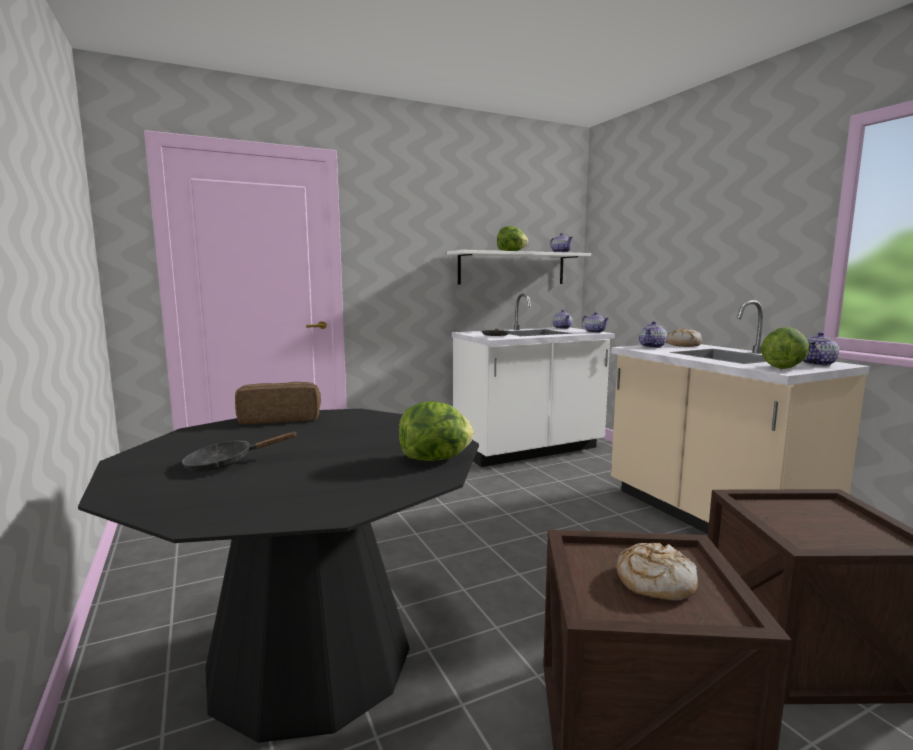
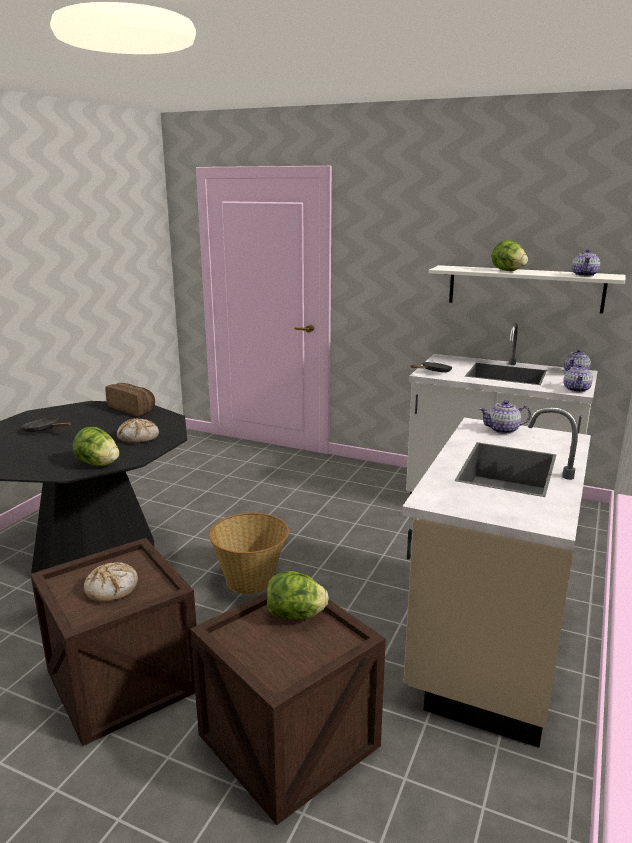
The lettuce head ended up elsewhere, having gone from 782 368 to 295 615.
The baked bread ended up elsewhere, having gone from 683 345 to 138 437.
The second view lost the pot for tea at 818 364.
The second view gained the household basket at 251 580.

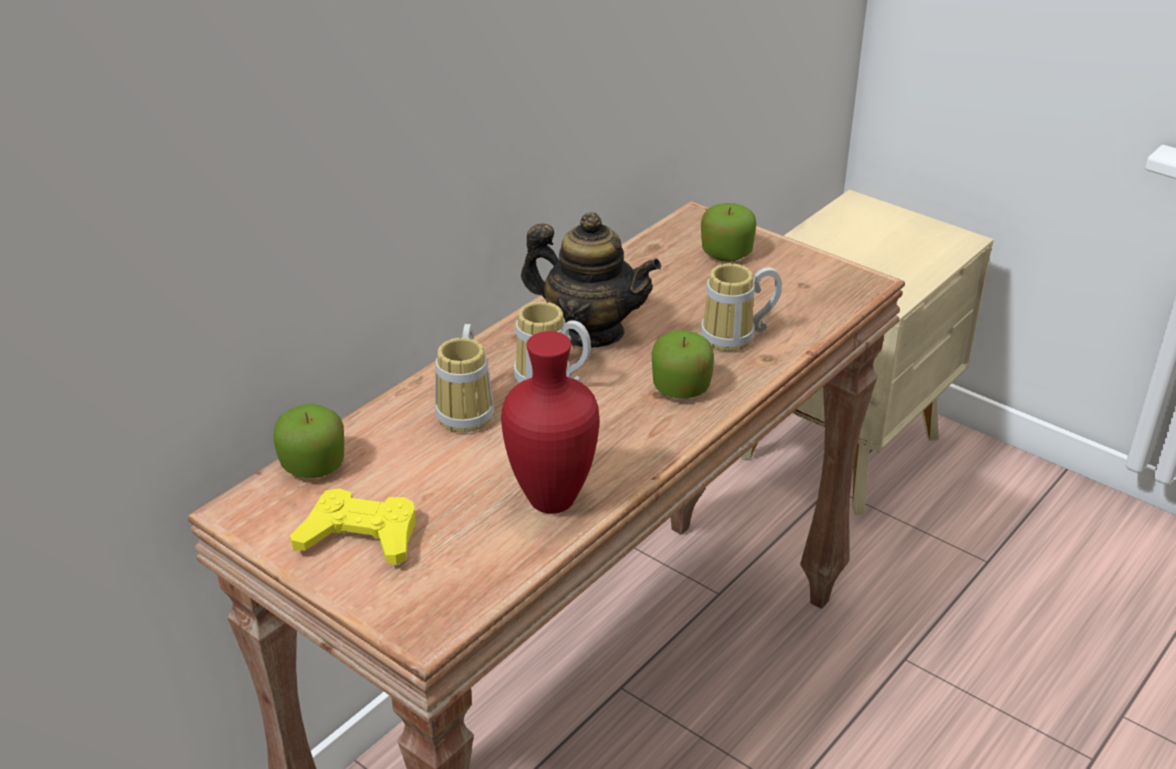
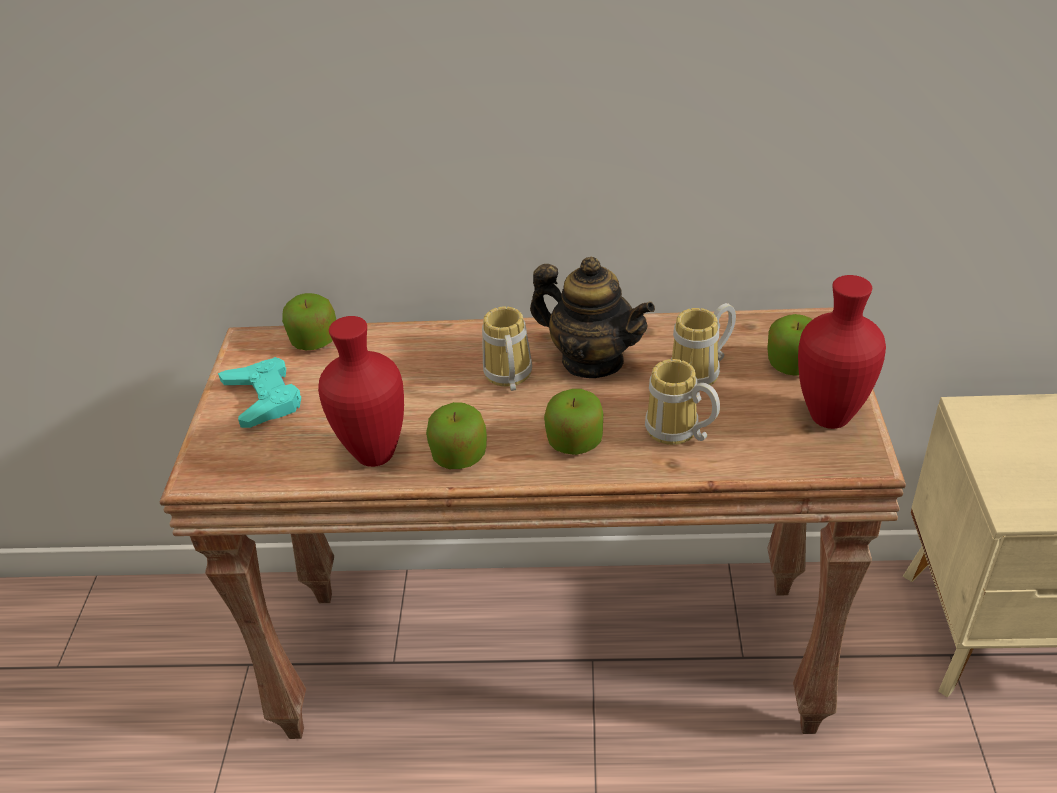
The pot for tea at 590 331 ended up facing another way, 45 degrees counterclockwise from before.
The coffee mug ended up elsewhere, having gone from 469 411 to 701 373.
What was the joypad (yellow-coloured) at 360 536 turned into the joypad (turquoise) at 264 398.
The second view gained the decorative vase (red) at 832 416.
The second view gained the whole apple at 459 455.

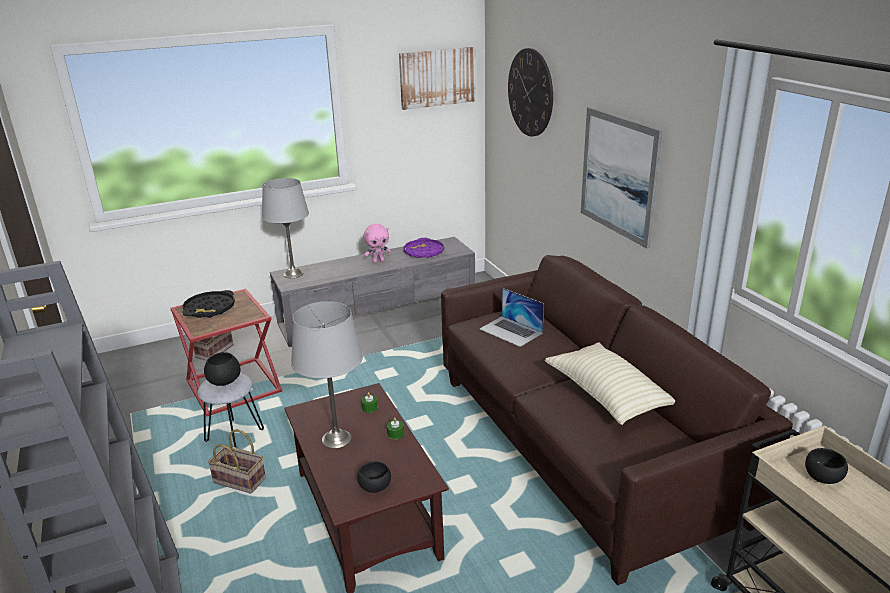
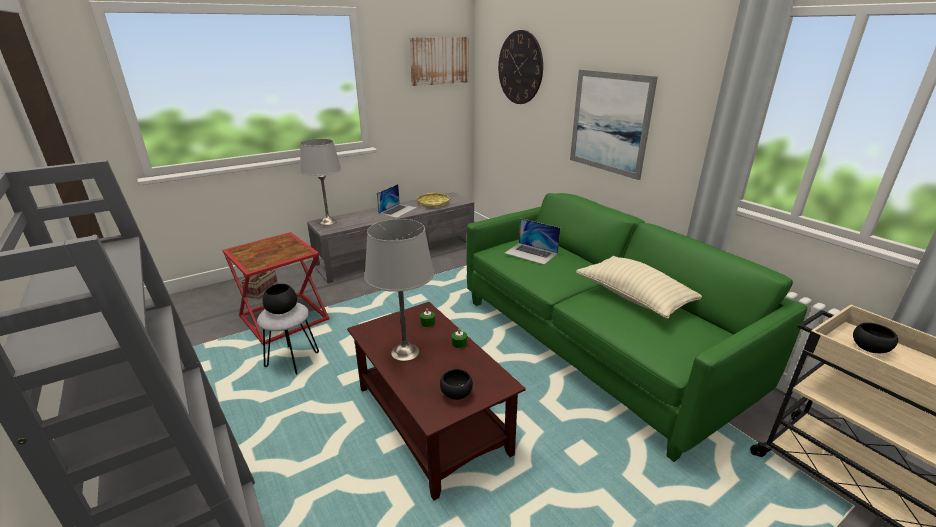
Where the cuddly toy (pink-coloured) stood at 378 261, the notebook computer came to stand at 398 210.
What was the tray (purple) at 424 252 turned into the tray (yellow-coloured) at 433 203.
What was the sofa (brown) at 580 447 turned into the sofa (green) at 595 346.
The second view lost the tray (black-coloured) at 209 309.
The second view lost the household basket at 241 480.

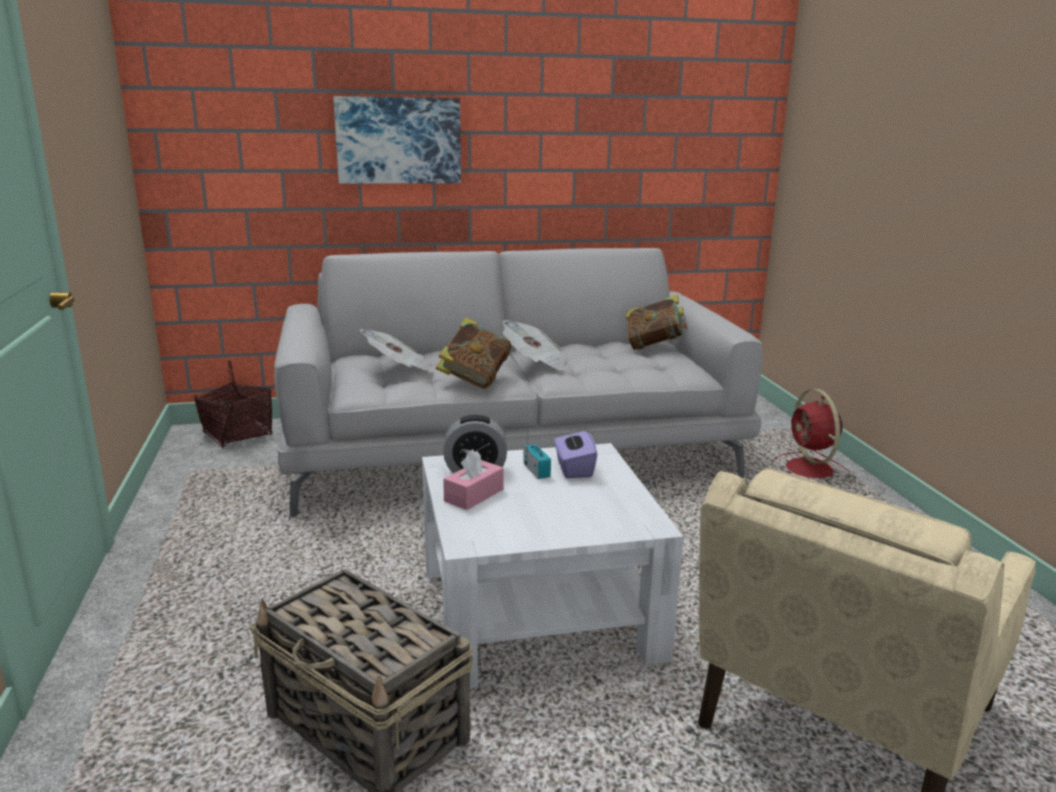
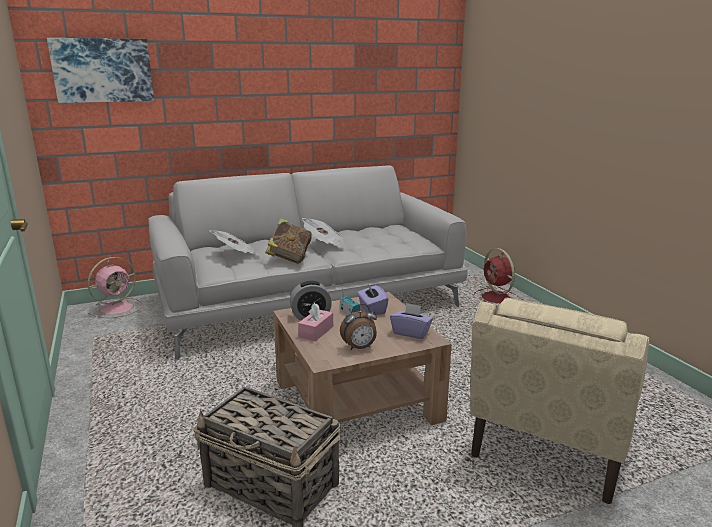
The picture ended up elsewhere, having gone from 398 140 to 103 70.
The second view lost the bound book at 654 346.
Where the household basket stood at 238 434, the fan (pink-coloured) came to stand at 118 308.
What was the coffee table (white-coloured) at 537 611 turned into the coffee table (brown) at 356 401.
The second view gained the box of tissues (purple) at 411 333.
The second view gained the table clock at 359 348.

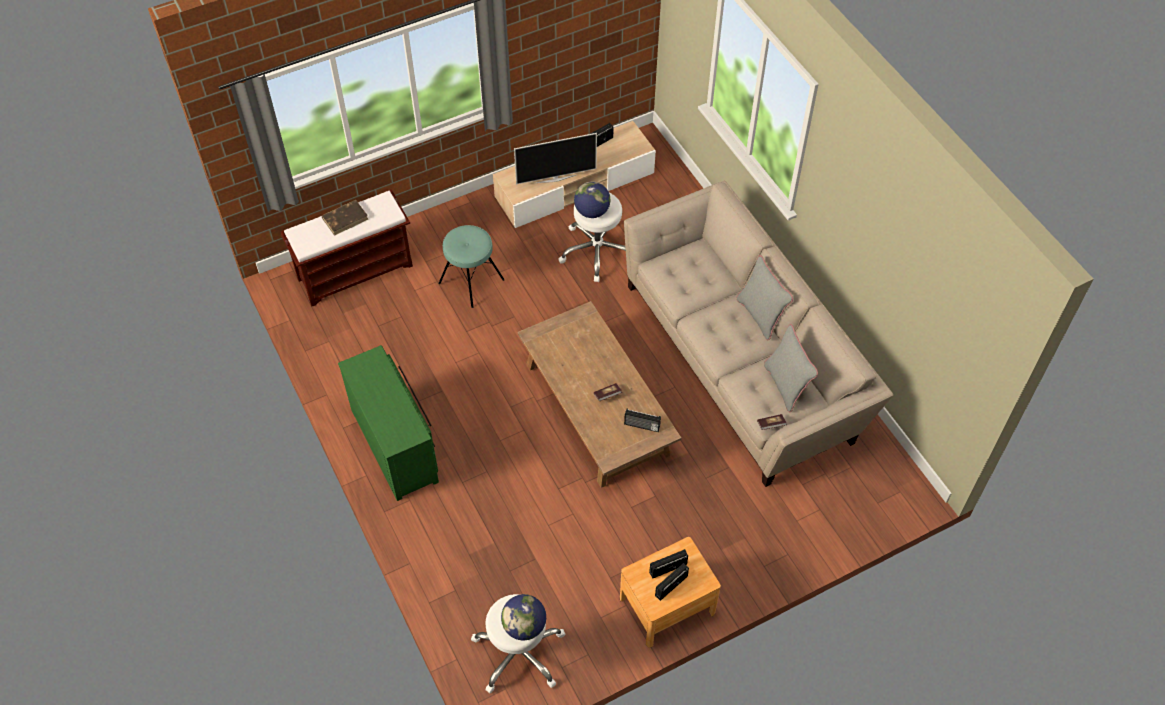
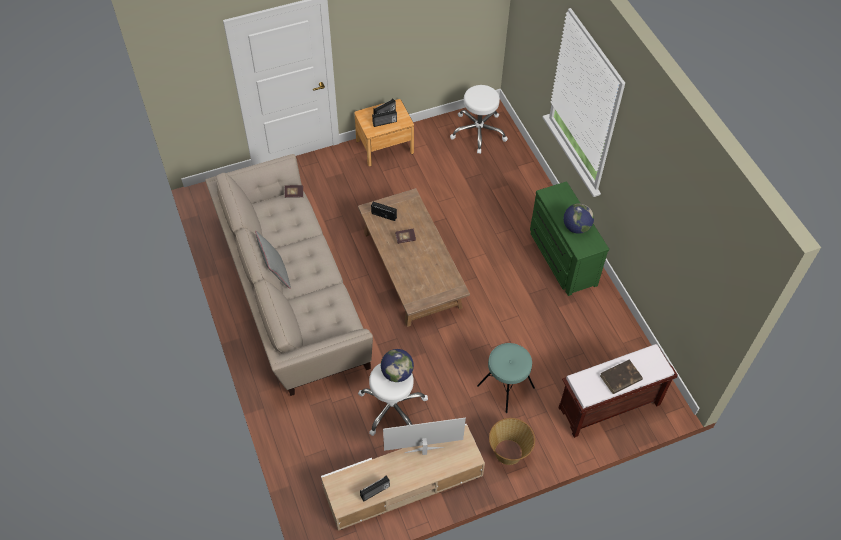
The second view lost the throw pillow (grey) at 786 385.
The desk globe ended up elsewhere, having gone from 524 626 to 576 227.
The second view gained the household basket at 509 452.

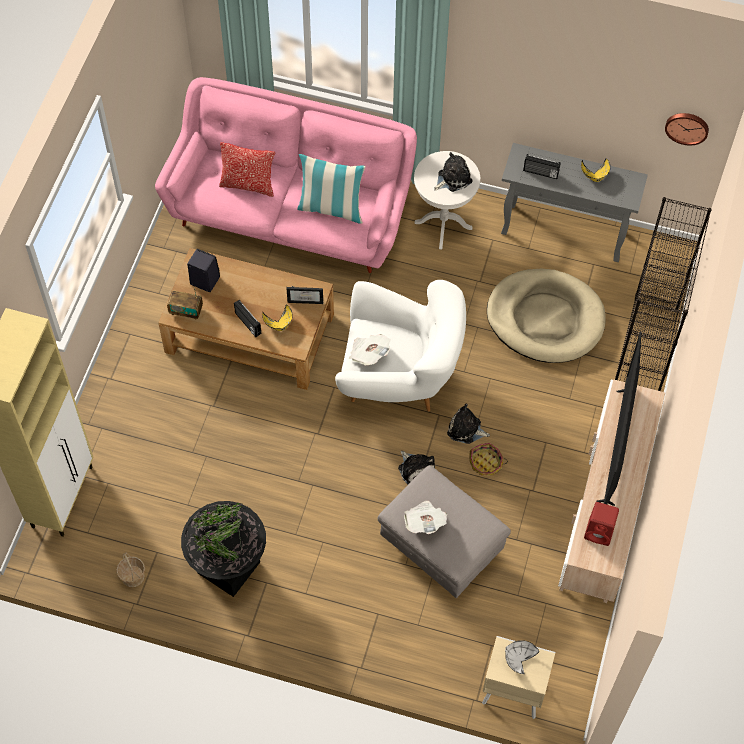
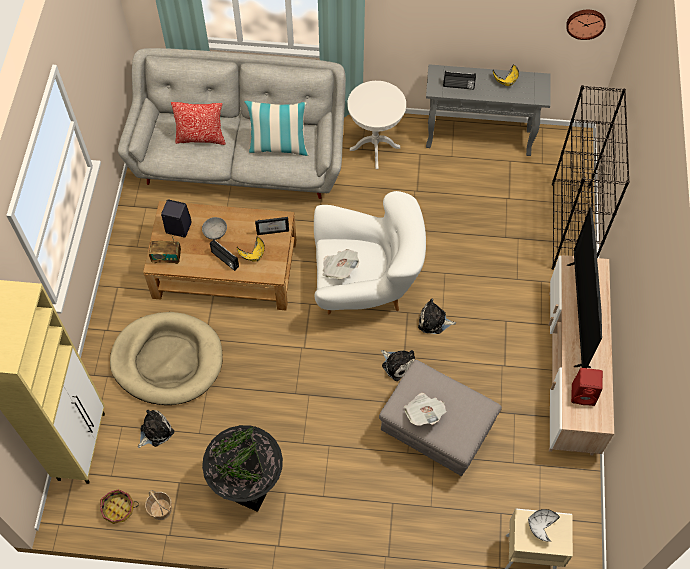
What was the sofa (pink-coloured) at 291 212 turned into the sofa (grey) at 241 158.
The cuddly toy ended up elsewhere, having gone from 452 178 to 155 431.
The pet bed (beige) ended up elsewhere, having gone from 545 318 to 167 360.
The household basket ended up elsewhere, having gone from 486 463 to 118 509.
The second view gained the deep dish (grey) at 215 232.

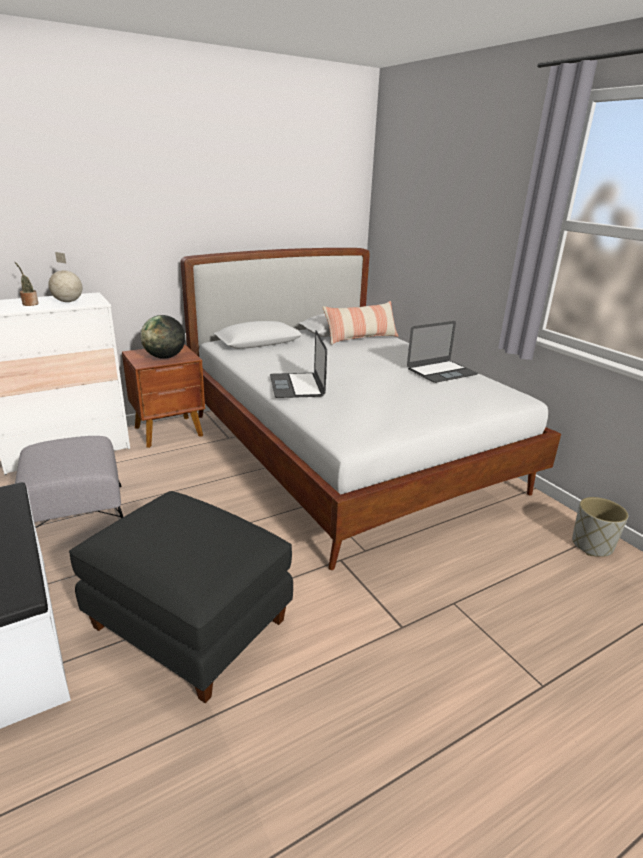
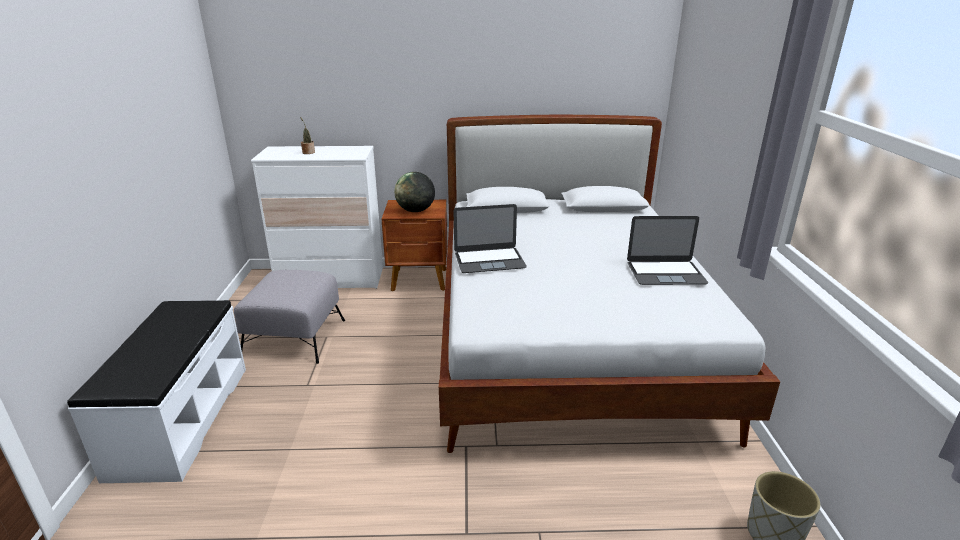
The second view lost the desk globe at 68 302.
The second view lost the throw pillow at 361 338.
The notebook computer at 297 385 ended up facing another way, 120 degrees counterclockwise from before.
The second view lost the footrest (black-coloured) at 188 624.

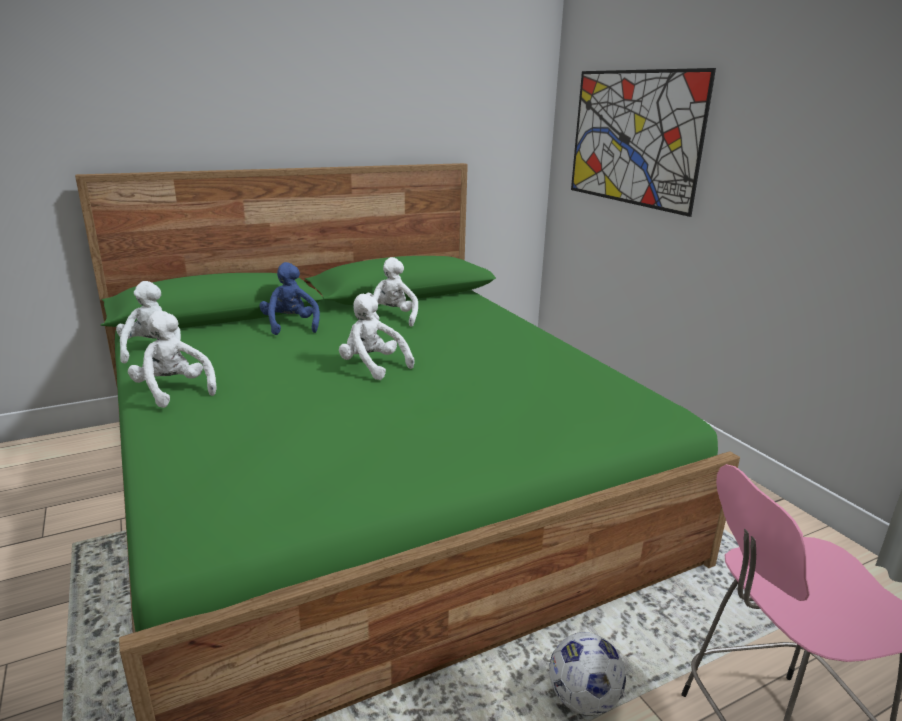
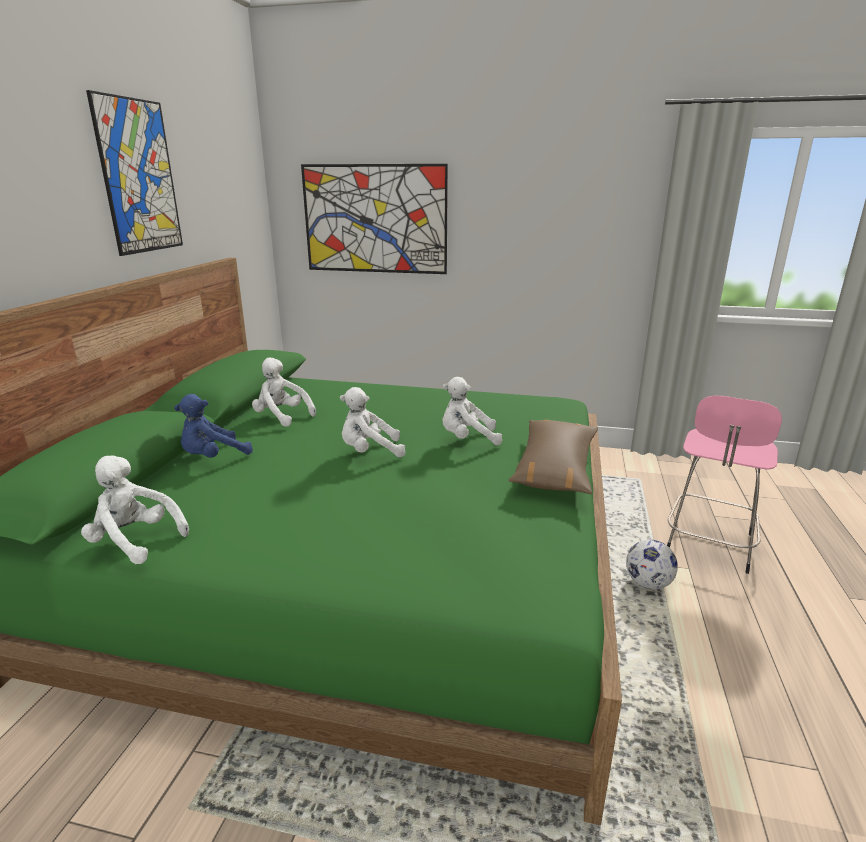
The cuddly toy (blue-coloured) at 290 326 ended up facing another way, 60 degrees counterclockwise from before.
The cuddly toy (white-coloured) ended up elsewhere, having gone from 174 391 to 467 439.
The second view gained the picture at 139 177.
The second view gained the throw pillow (brown) at 555 468.

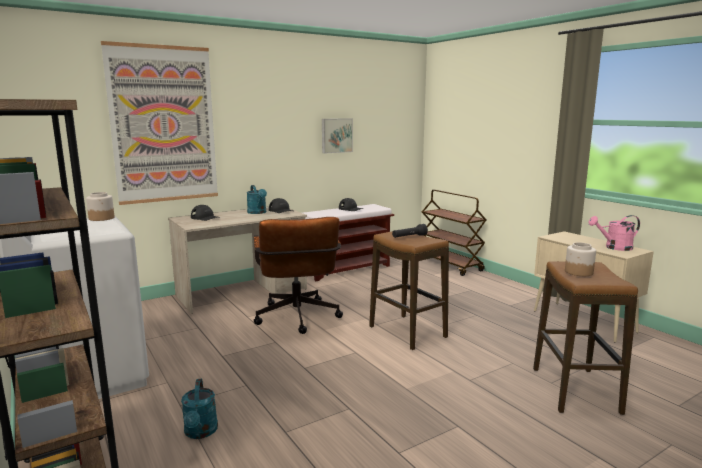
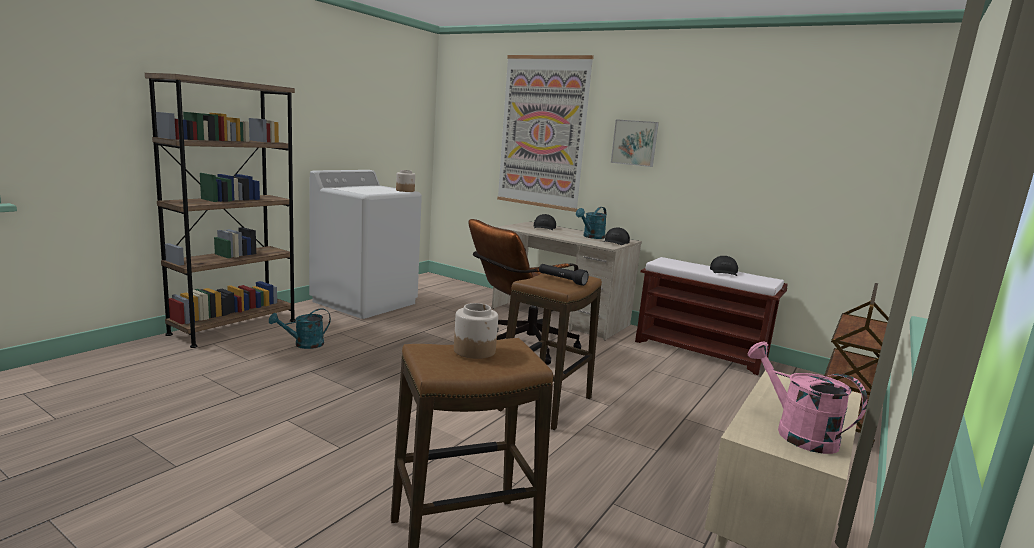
The picture ended up elsewhere, having gone from 336 135 to 635 143.

